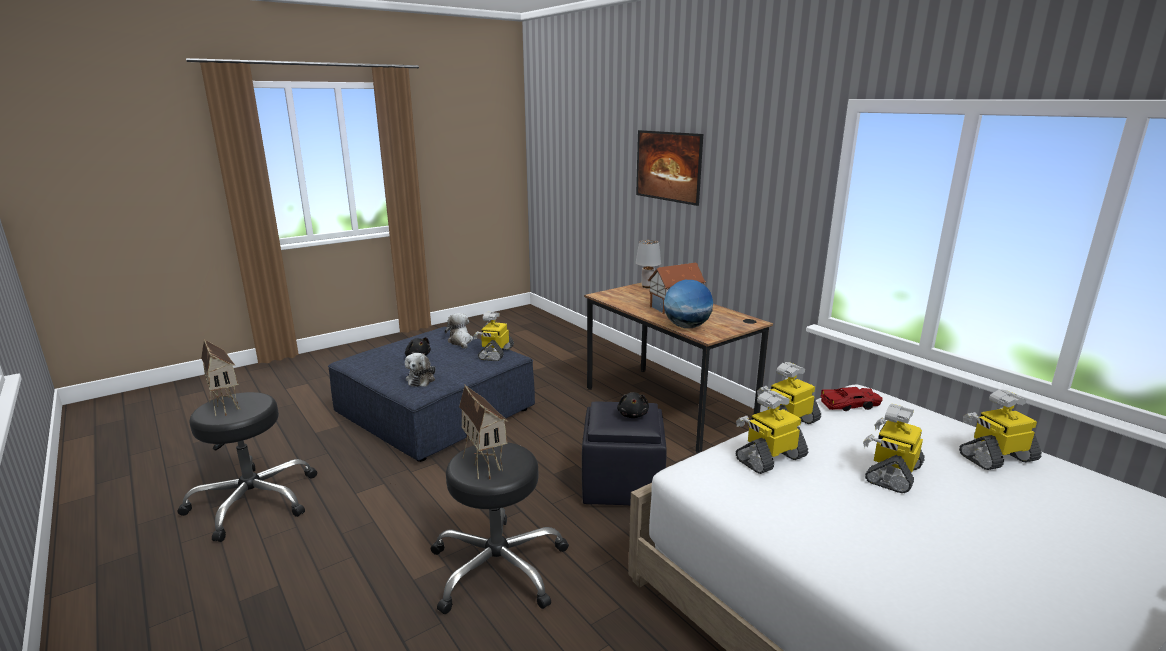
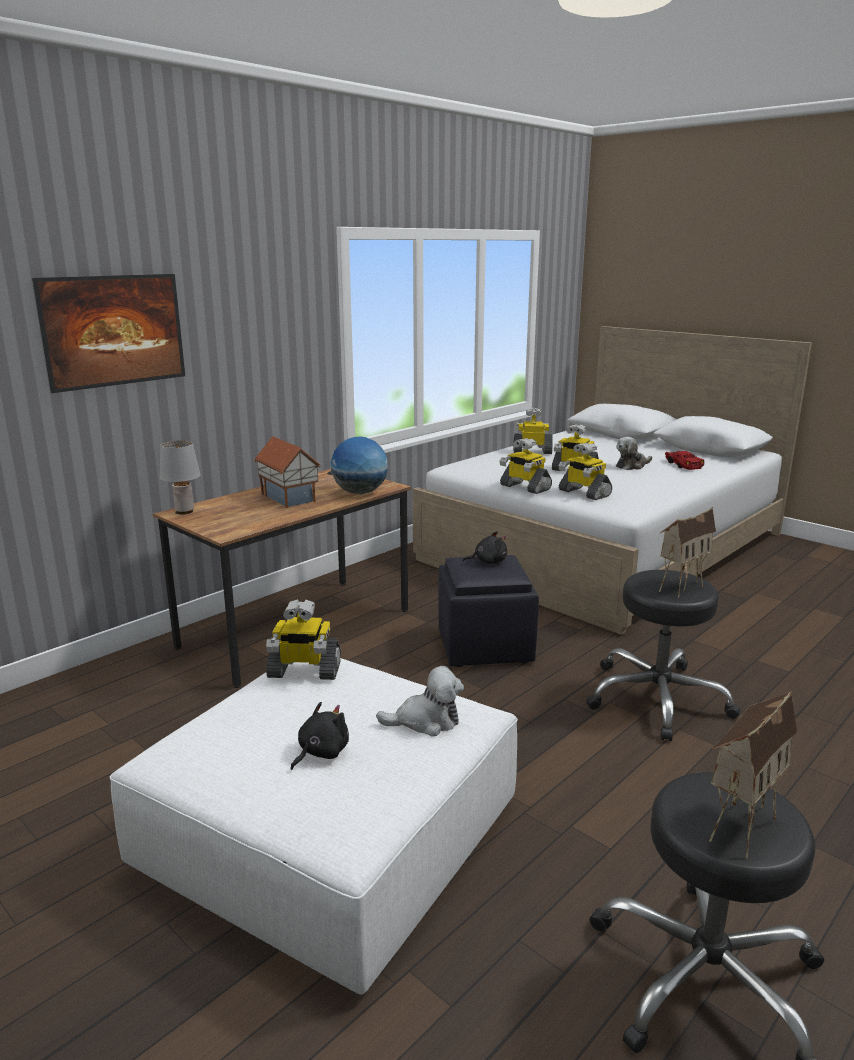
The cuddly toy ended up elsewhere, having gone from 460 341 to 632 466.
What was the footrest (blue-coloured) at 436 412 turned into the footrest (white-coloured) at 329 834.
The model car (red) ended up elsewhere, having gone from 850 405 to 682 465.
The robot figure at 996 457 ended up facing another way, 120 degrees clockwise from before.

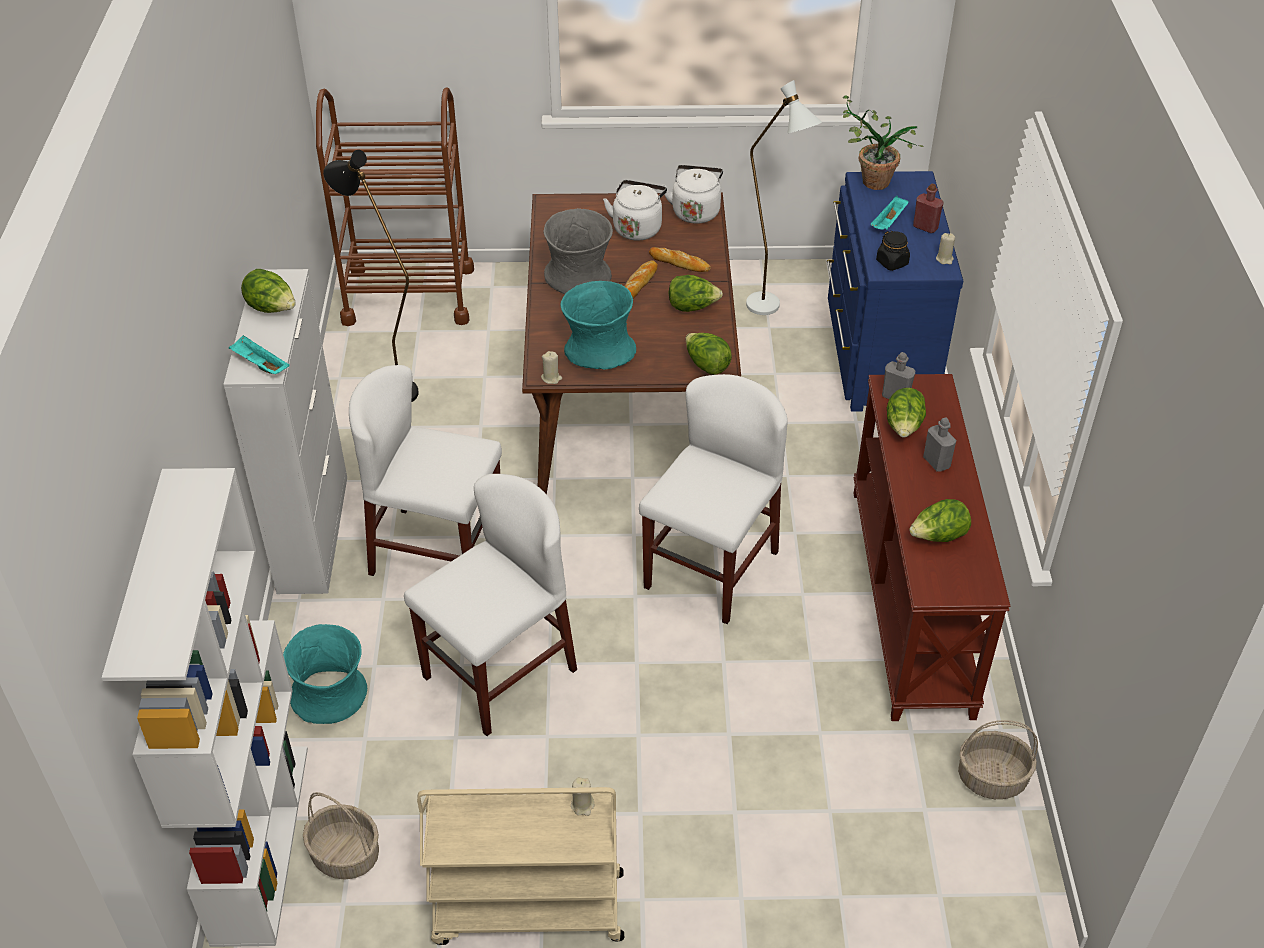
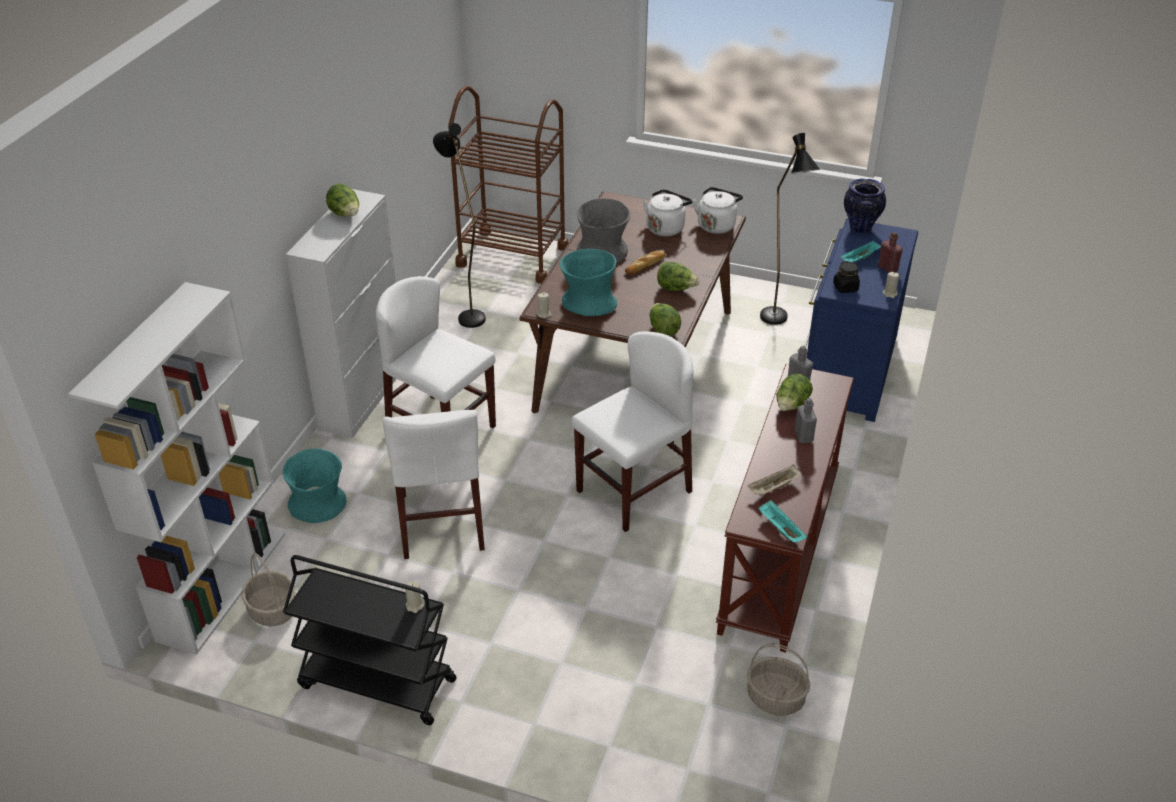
What was the standing lamp (white-coloured) at 771 311 turned into the standing lamp (black-coloured) at 777 322.
Where the potted plant stood at 868 181, the decorative vase came to stand at 860 227.
The second view lost the baked bread at 679 263.
The tray (turquoise) ended up elsewhere, having gone from 260 365 to 780 529.
The plain chair (white-coloured) at 499 673 ended up facing another way, 105 degrees clockwise from before.
Where the lettuce head stood at 938 537, the tray (beige) came to stand at 773 488.
What was the wheeled cart (beige) at 527 909 turned into the wheeled cart (black-coloured) at 376 683.

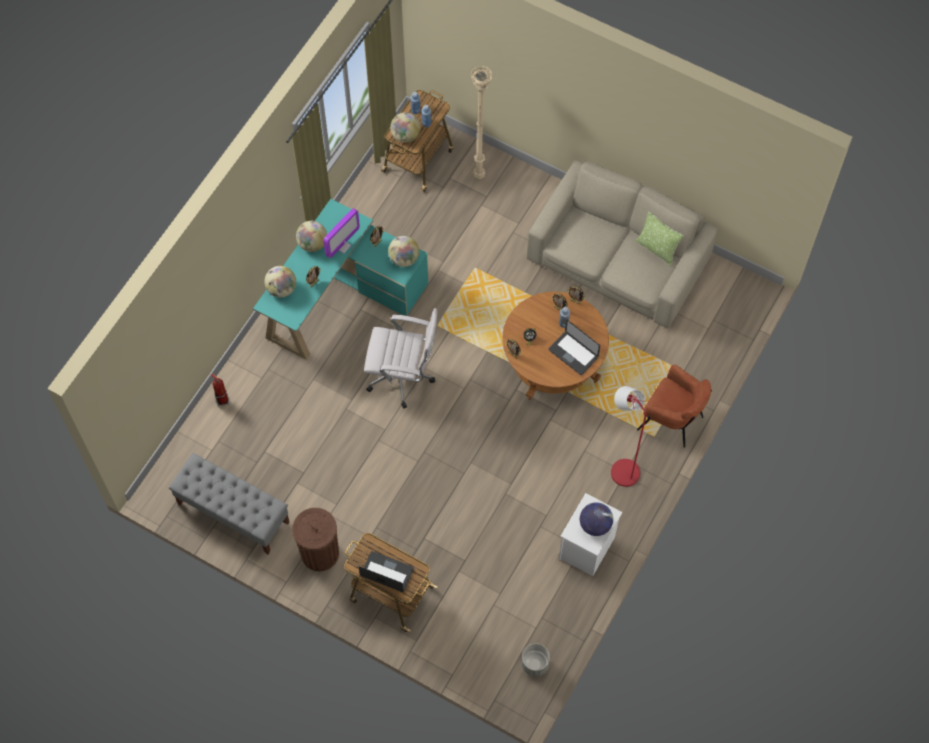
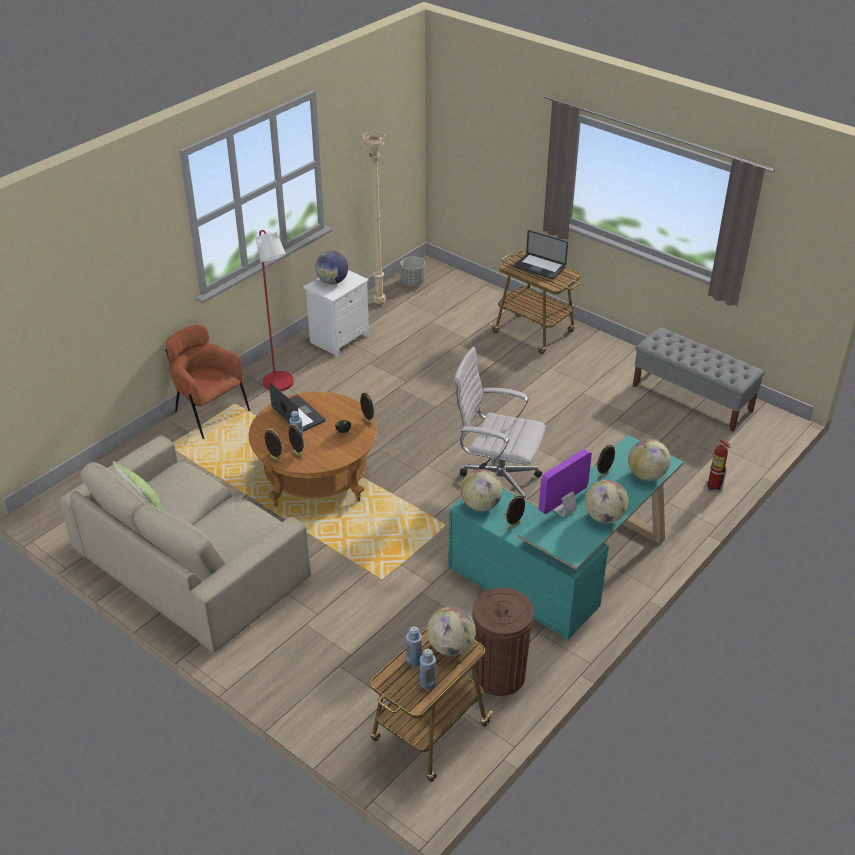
The standing lamp (beige) ended up elsewhere, having gone from 480 176 to 378 303.
The rubbish bin (brown) ended up elsewhere, having gone from 320 553 to 499 675.

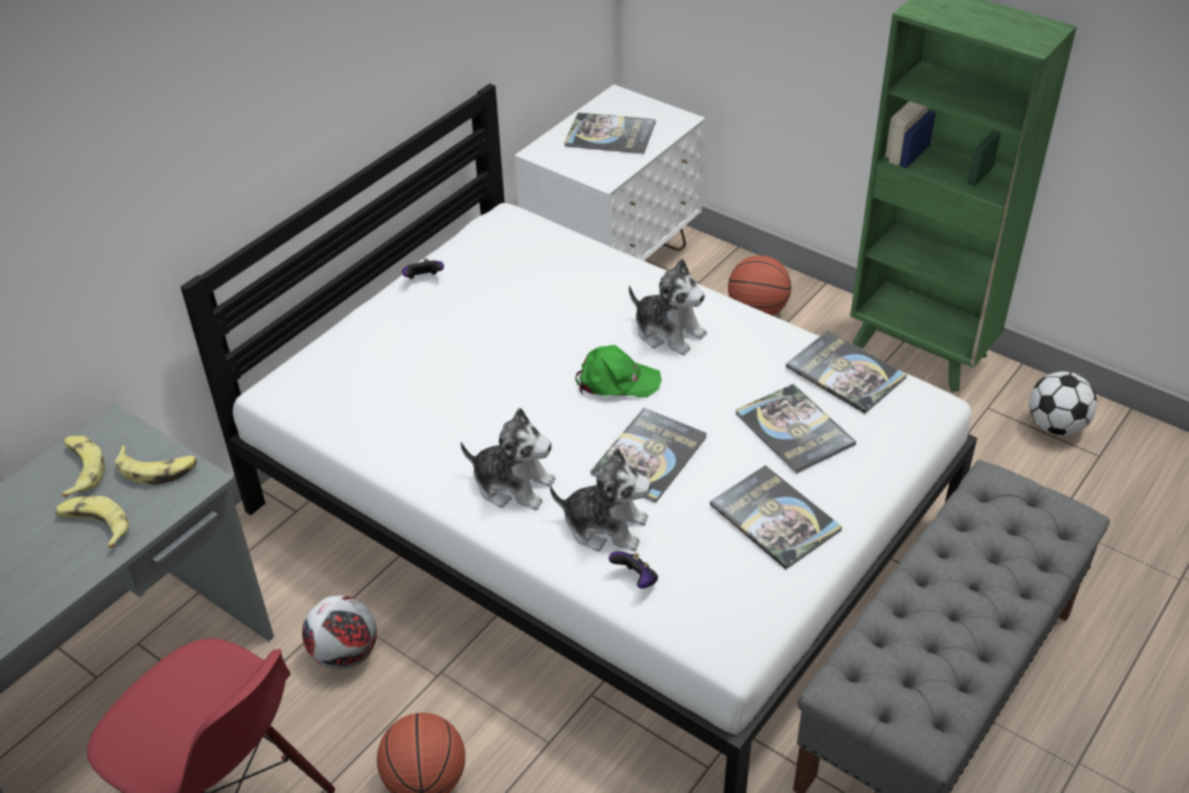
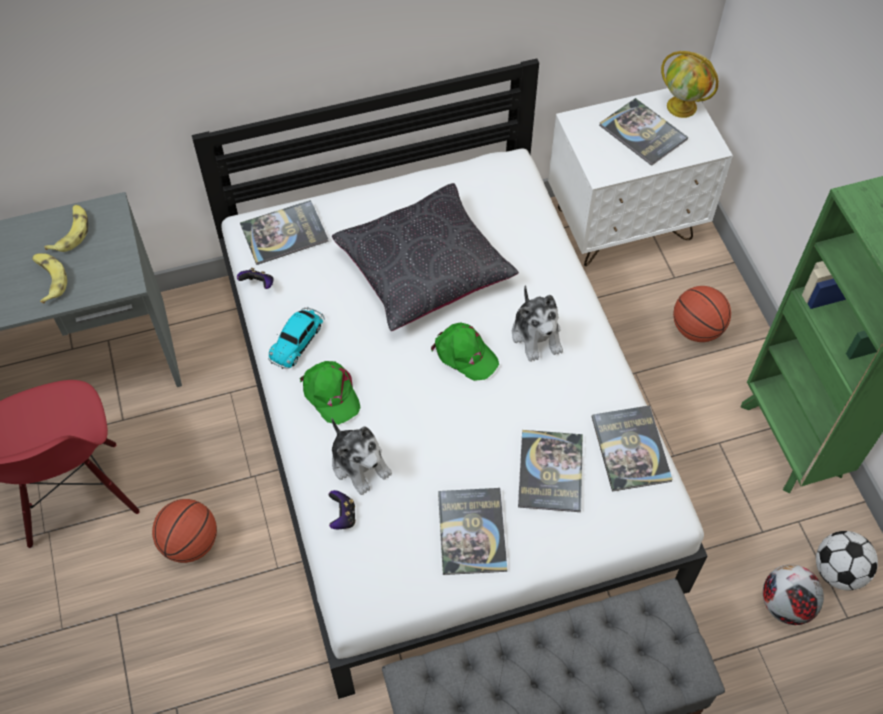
The joypad ended up elsewhere, having gone from 423 279 to 258 285.
The bound book ended up elsewhere, having gone from 649 456 to 284 233.
Where the cuddly toy stood at 513 485, the baseball cap (green) came to stand at 330 394.
The second view lost the whole banana at 157 469.
The ball for football ended up elsewhere, having gone from 344 655 to 784 605.
The second view gained the desk globe at 682 107.
The second view gained the throw pillow (black-coloured) at 424 269.
The second view gained the model car at 297 340.

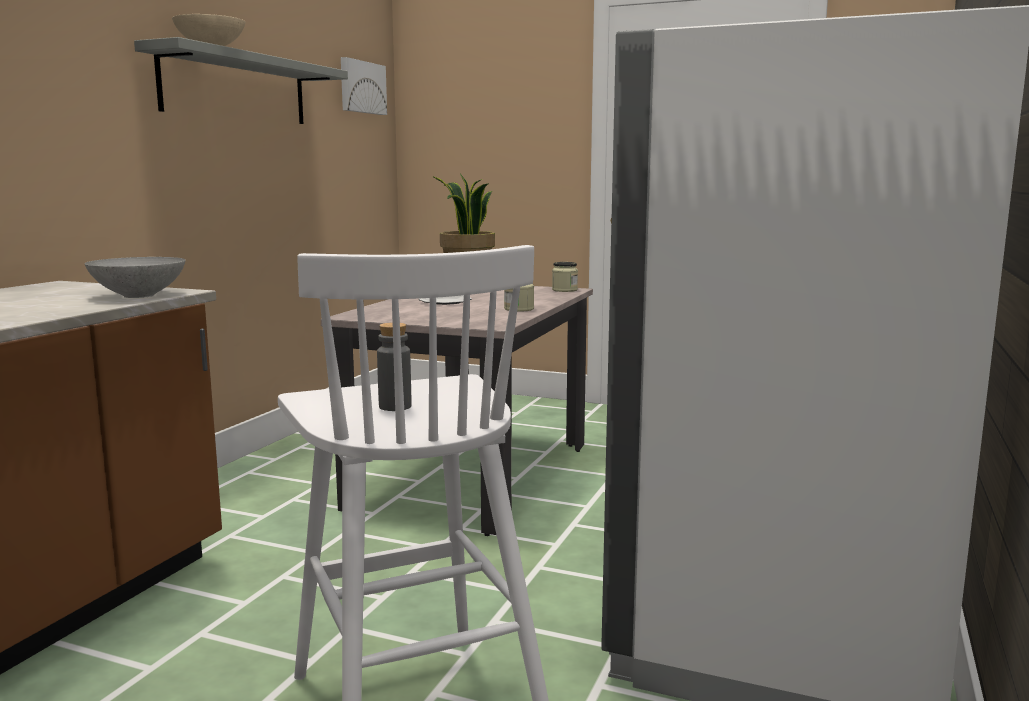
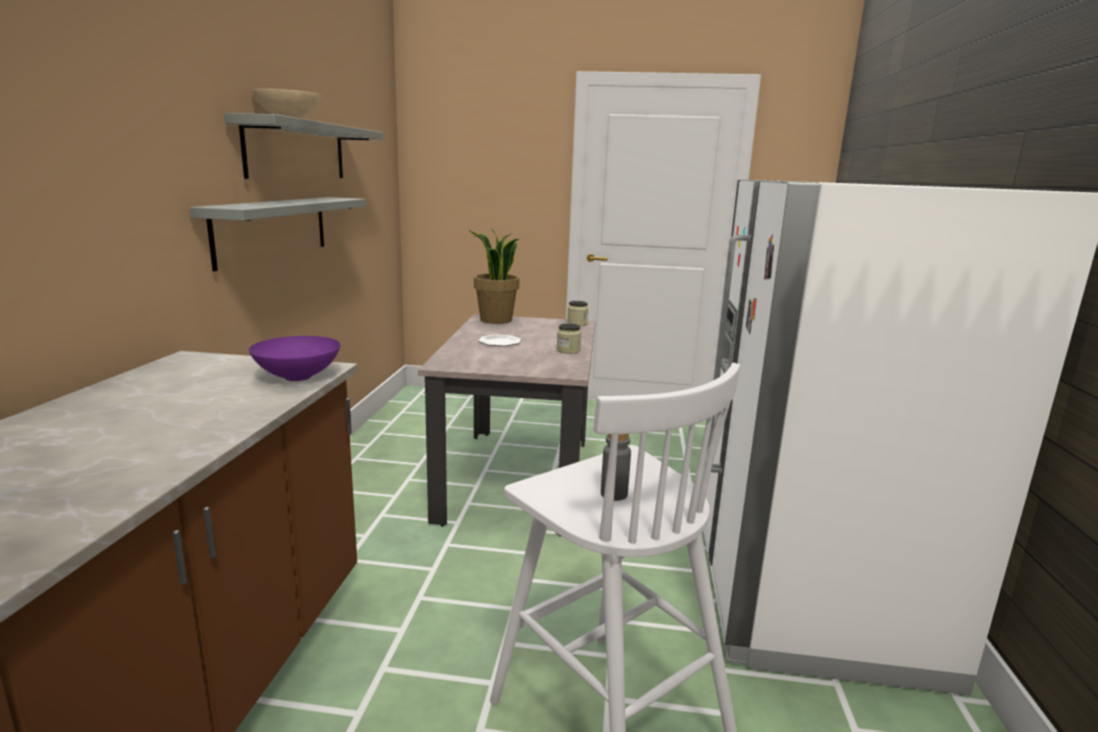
The second view lost the picture at 361 87.
What was the deep dish (grey) at 137 296 turned into the deep dish (purple) at 296 377.
The second view gained the bracket shelf (grey) at 273 229.

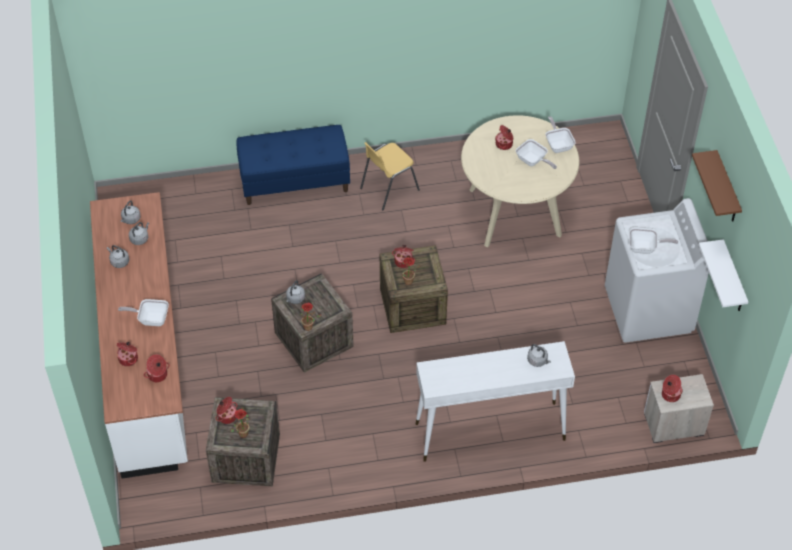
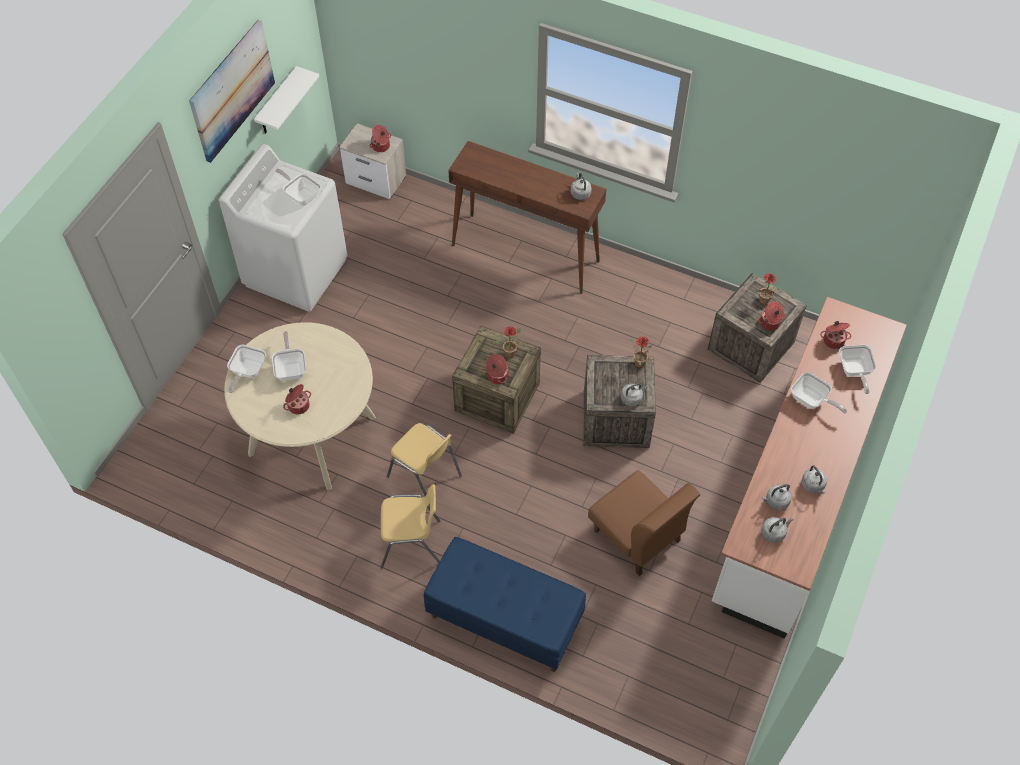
Where the bracket shelf (brown) hung at 727 189, the picture came to hang at 232 90.
What was the console table (white-coloured) at 489 432 turned into the console table (brown) at 526 253.
Where the saucepot stood at 129 358, the skillet came to stand at 854 371.
The water kettle (grey) ended up elsewhere, having gone from 538 361 to 580 193.
The second view gained the plain chair (yellow-coloured) at 425 476.
The second view gained the plain chair (brown) at 637 536.

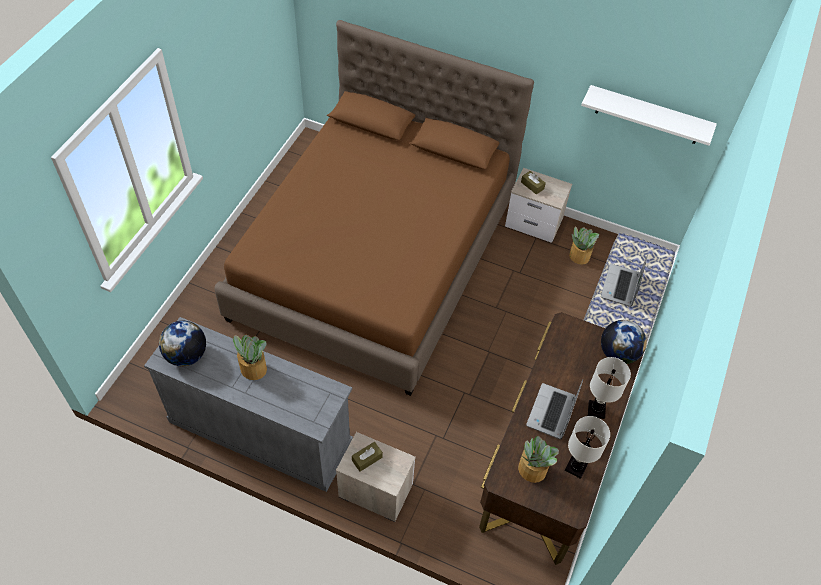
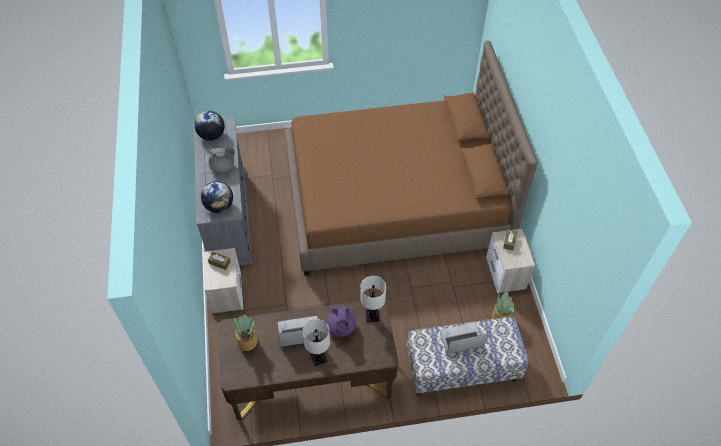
The second view lost the bracket shelf (white-coloured) at 648 115.
The desk globe ended up elsewhere, having gone from 618 353 to 219 206.
Where the potted plant stood at 253 368, the pot for tea (grey) came to stand at 223 167.
The table lamp (white-coloured) ended up elsewhere, having gone from 576 467 to 372 316.
The second view gained the pot for tea (purple) at 341 328.

